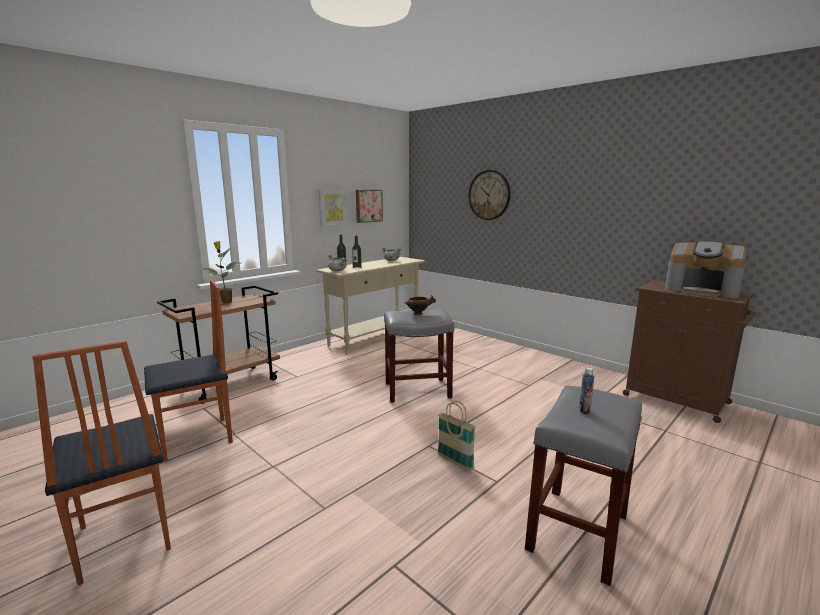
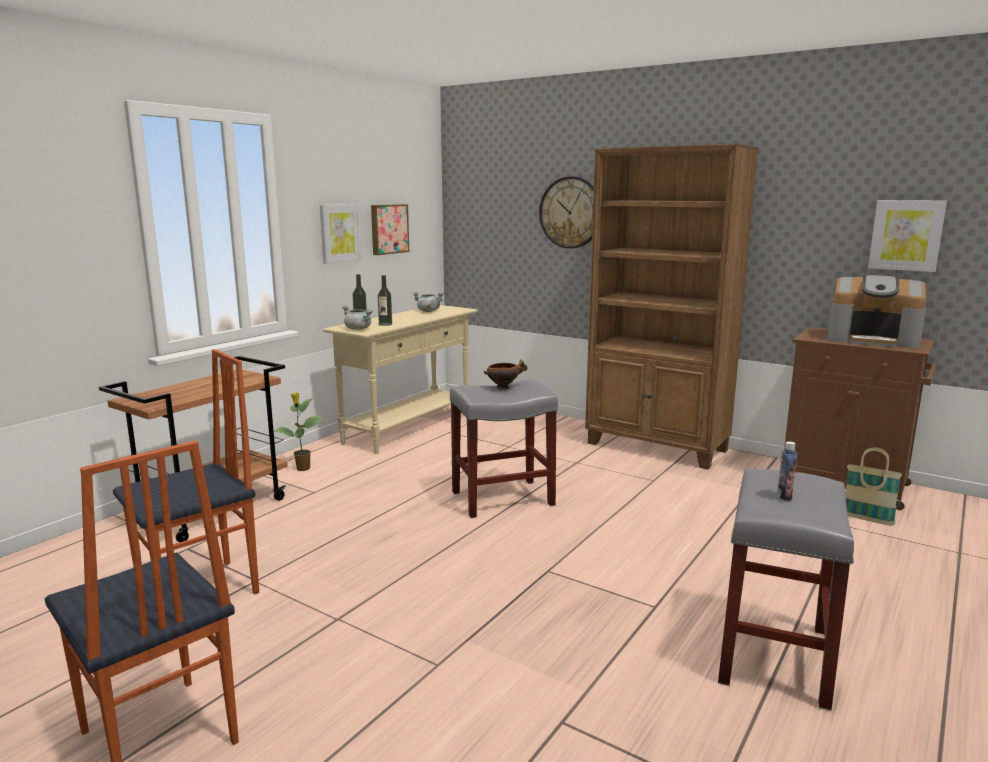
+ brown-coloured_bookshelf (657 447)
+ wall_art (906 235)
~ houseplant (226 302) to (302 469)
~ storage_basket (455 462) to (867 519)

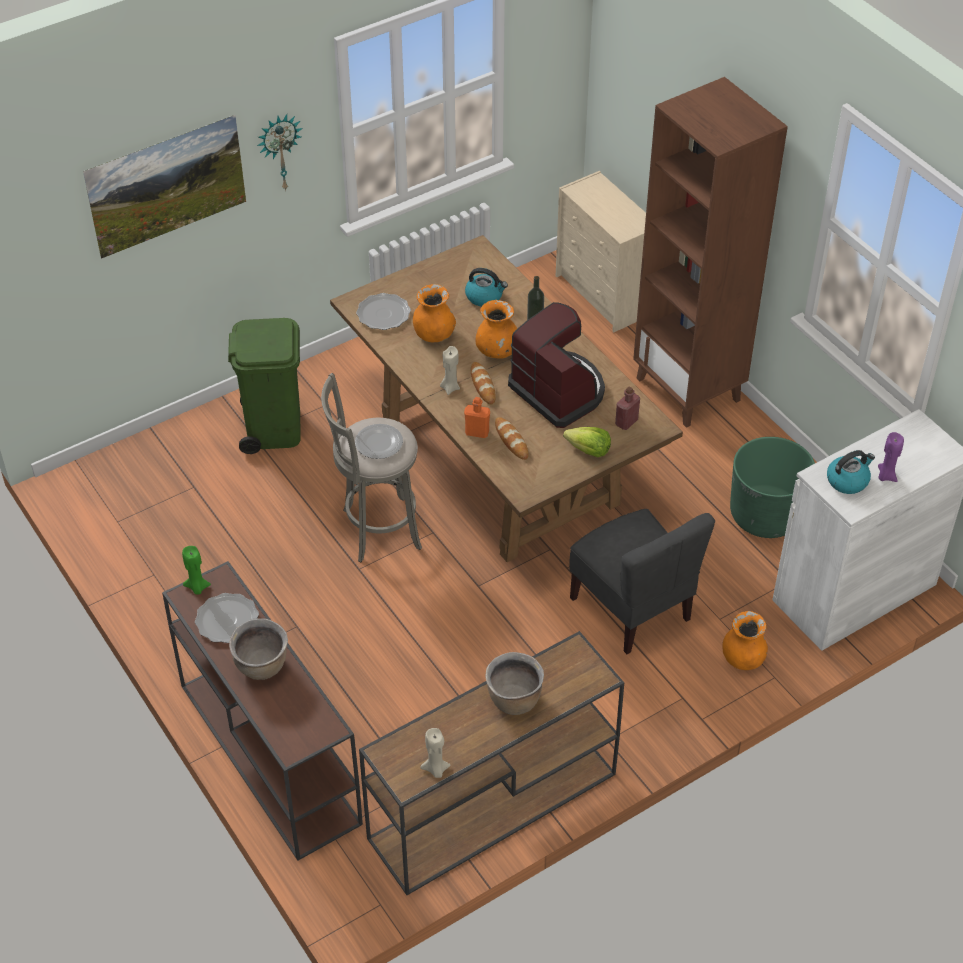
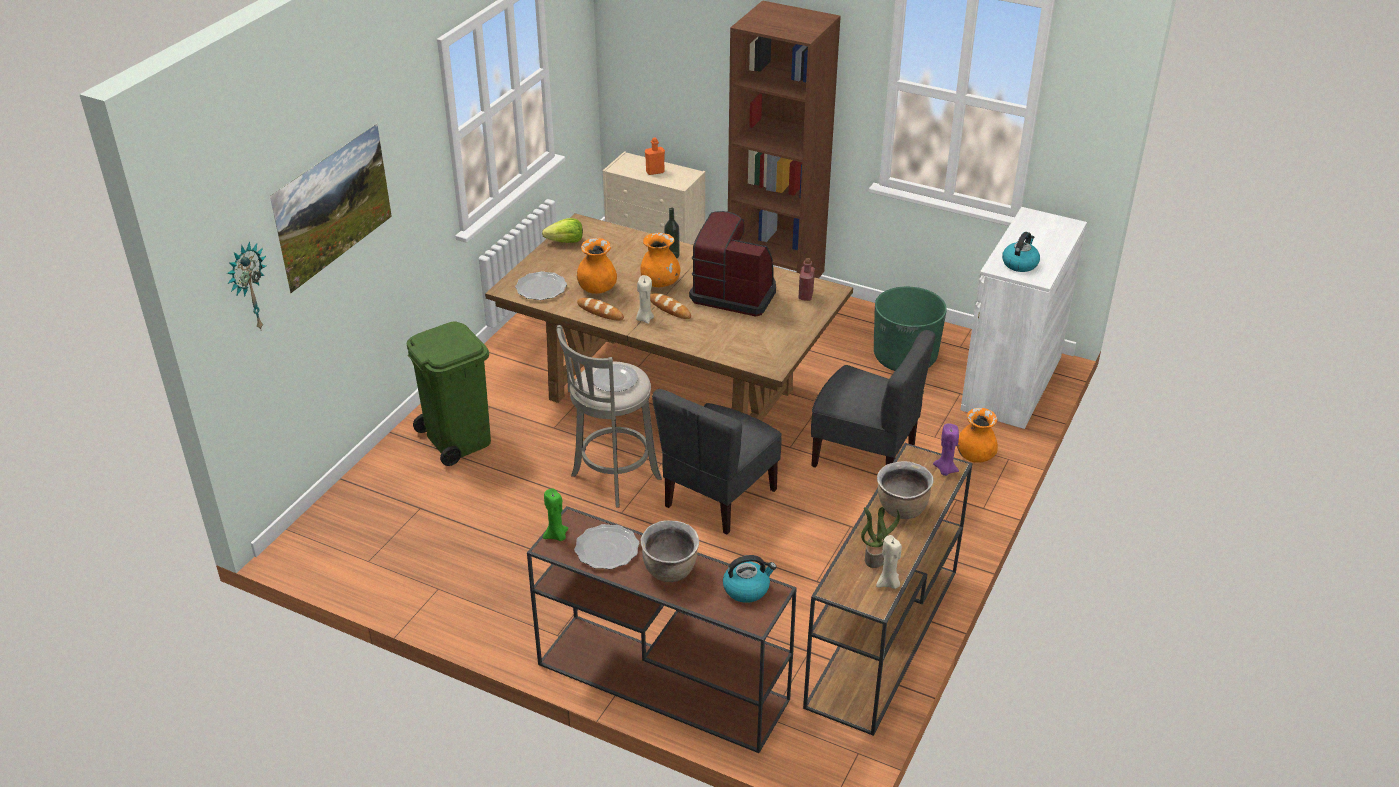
+ greyish_upright_chair (718 498)
+ houseplant (876 556)
~ wall_clock (279 151) to (248 287)
~ orange_bottle (477 432) to (655 172)
~ tea_kettle (484 296) to (747 588)
~ bakery_bread (511 440) to (600 312)
~ lettuce (588 450) to (565 242)
~ purplish_candle (886 476) to (945 470)

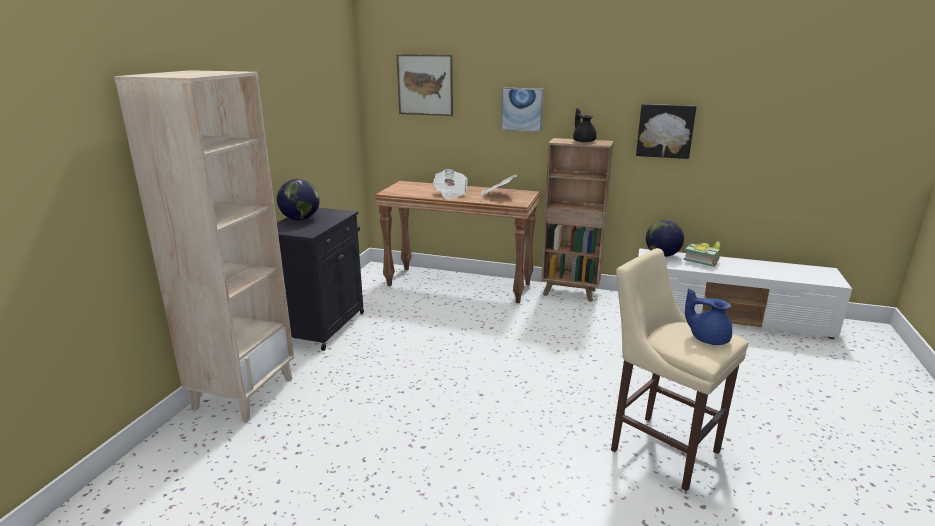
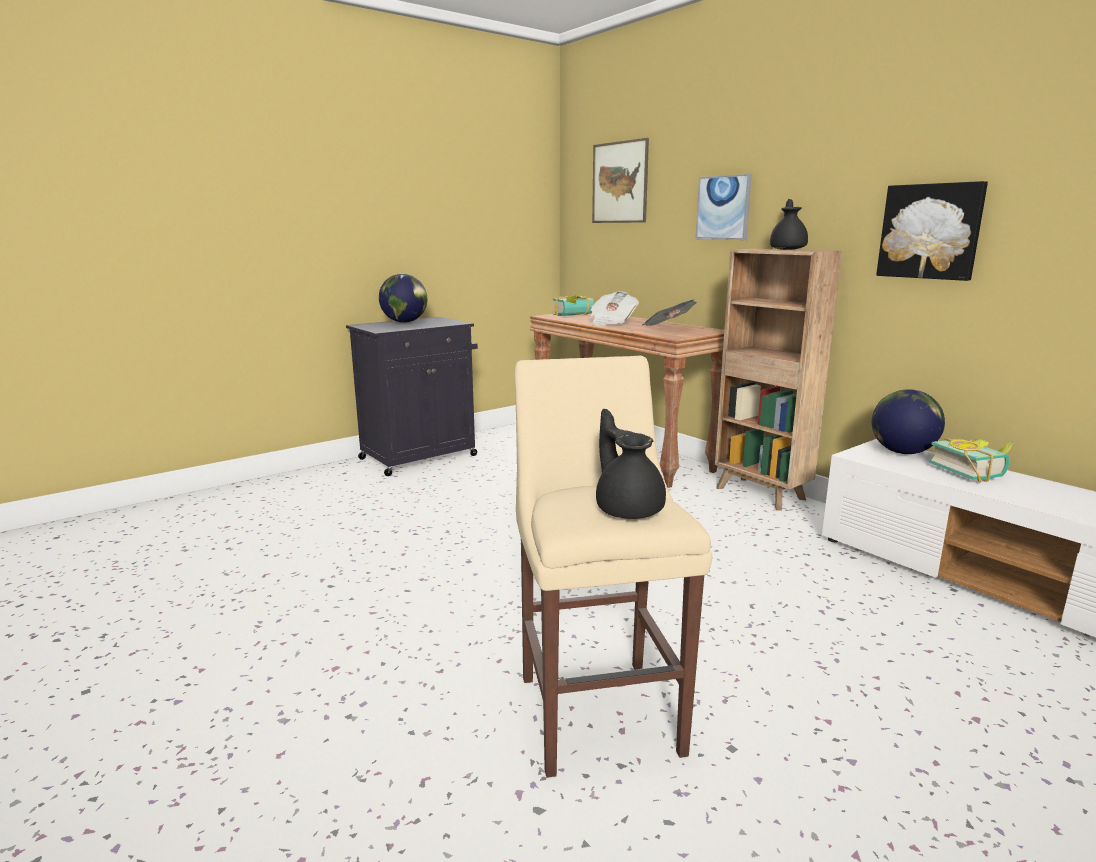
- beige-coloured_bookshelf (244 393)
+ bound_book (575 315)
~ bluish_teapot (707 338) to black_teapot (628 509)

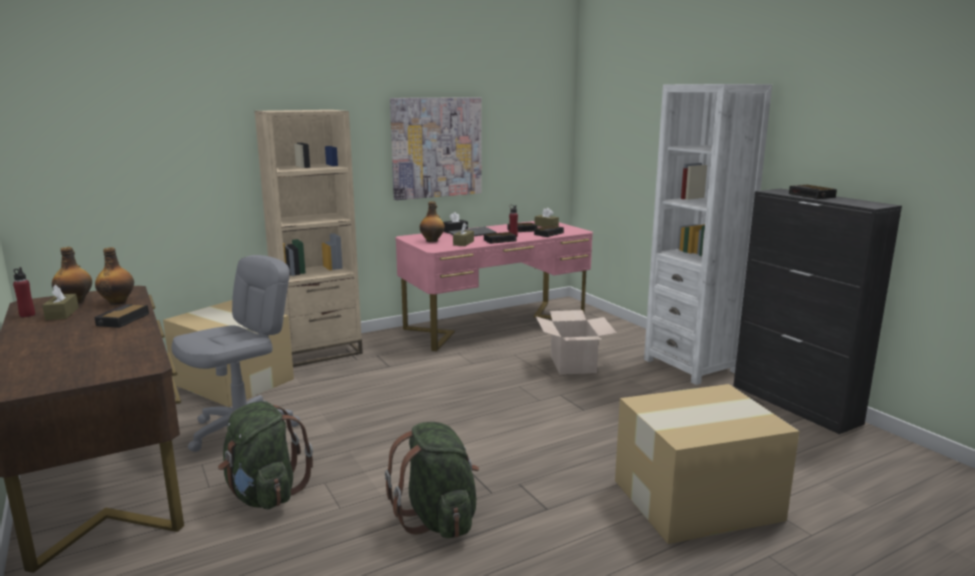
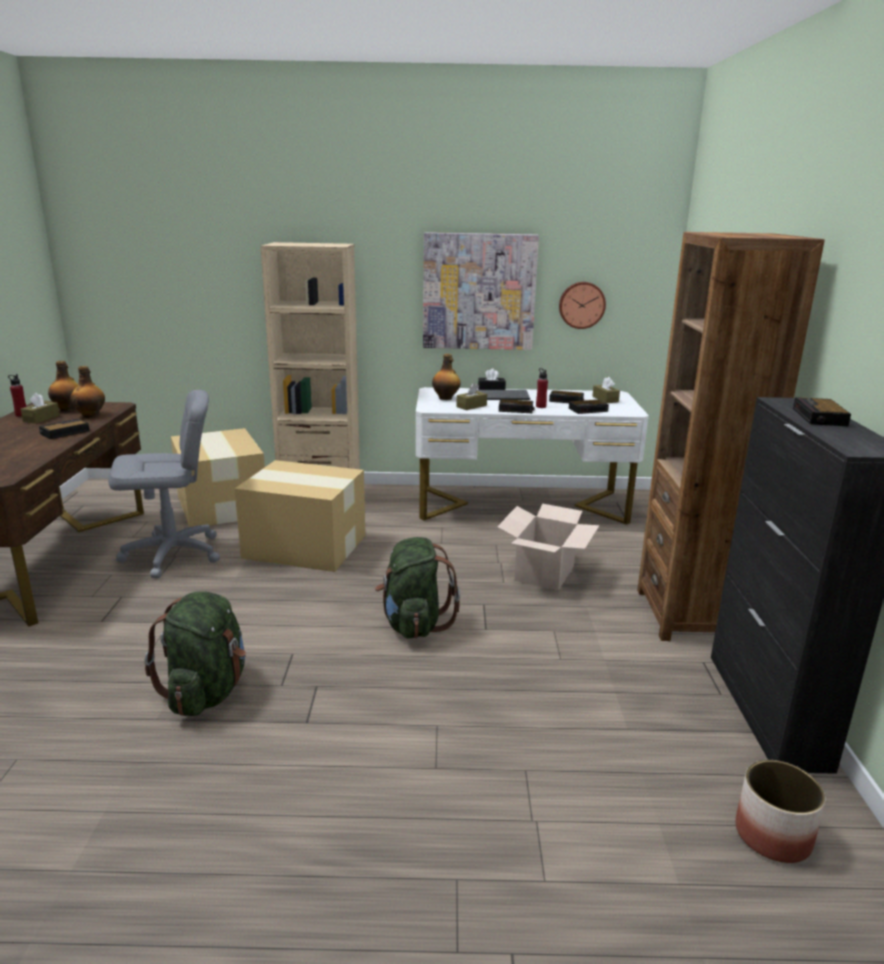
+ wall_clock (581 305)
+ planter (772 835)
~ green_rucksack (264 495) to (414 624)
~ carton (694 499) to (304 546)
~ pinkish_desk (495 324) to white_desk (521 505)
~ white_bookshelf (691 366) to brown-coloured_bookshelf (688 615)

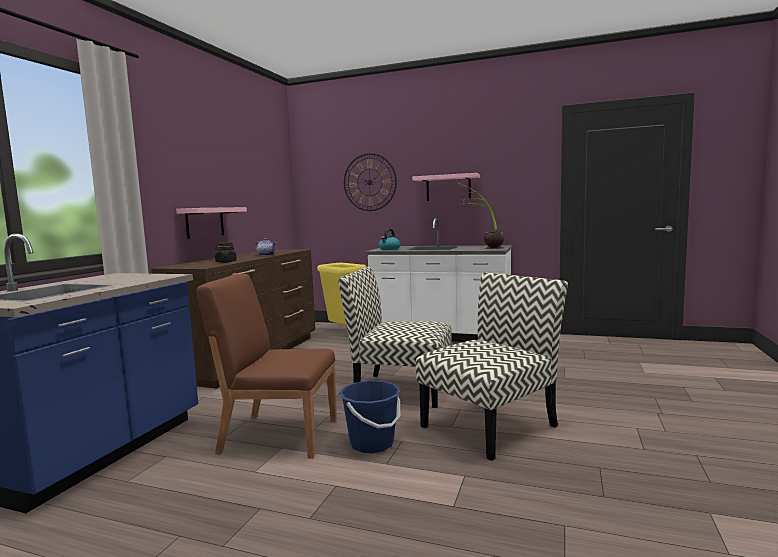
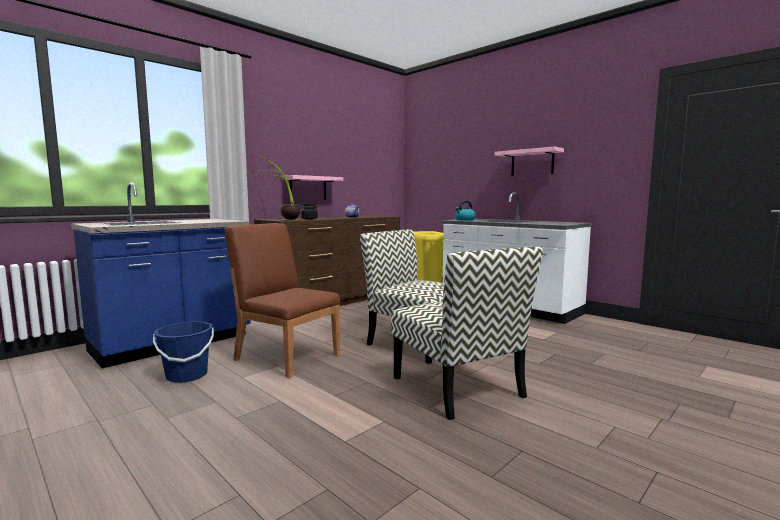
- wall_clock (369 182)
~ bluish_bucket (372 443) to (187 375)
~ houseplant (482 248) to (281 219)
~ upright_chair (490 425) = (458 387) 75 degrees clockwise

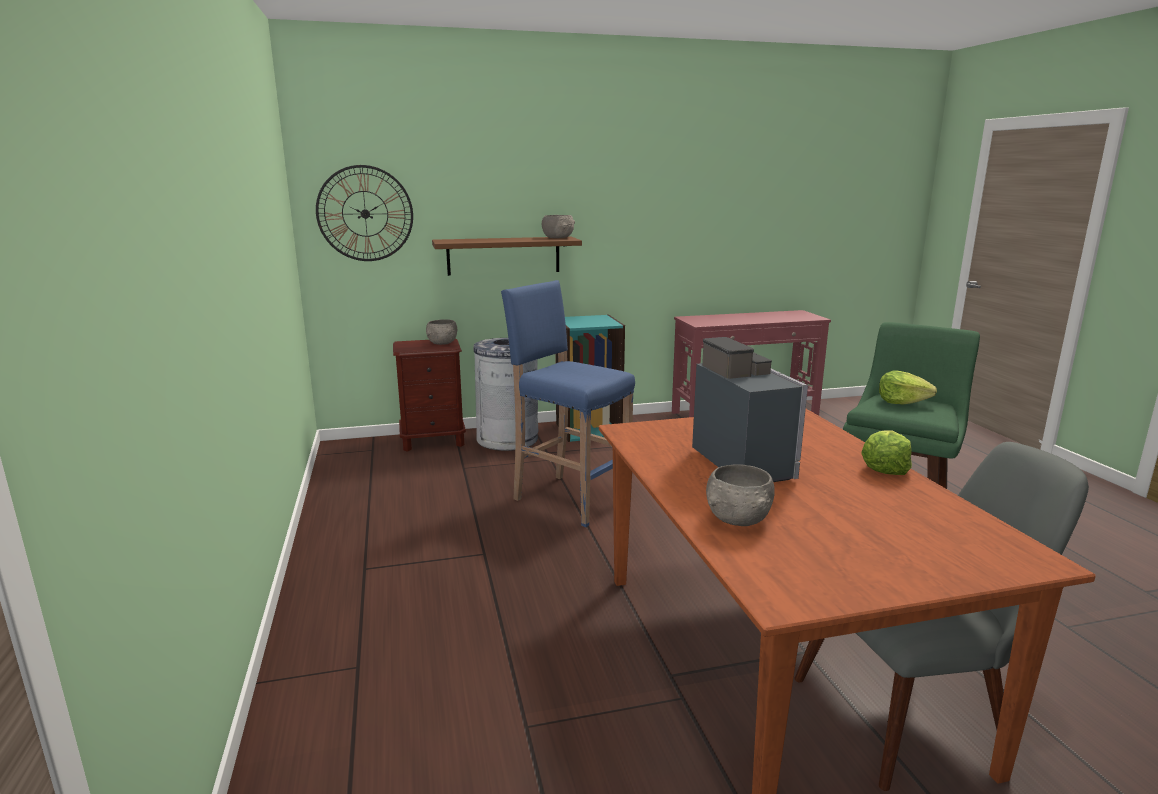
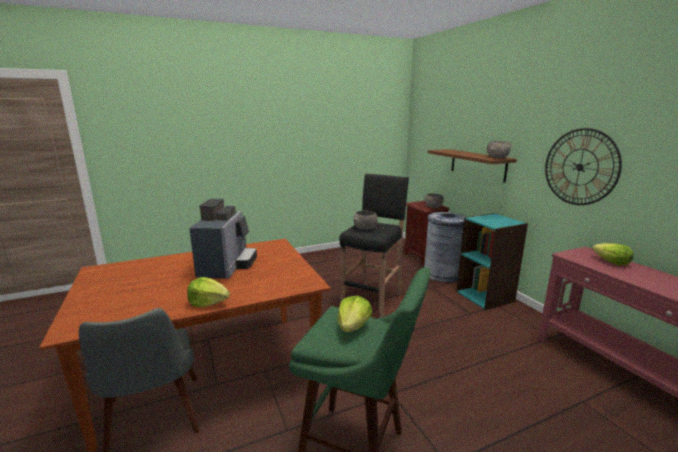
+ lettuce (611 262)
~ wall_clock (365 213) to (580 167)
~ greyish_bowl (738 518) to (365 228)
~ bluish_stool_seat (569 499) to black_stool_seat (372 300)
~ coffee_brewer (746 462) = (227 267) 60 degrees counterclockwise

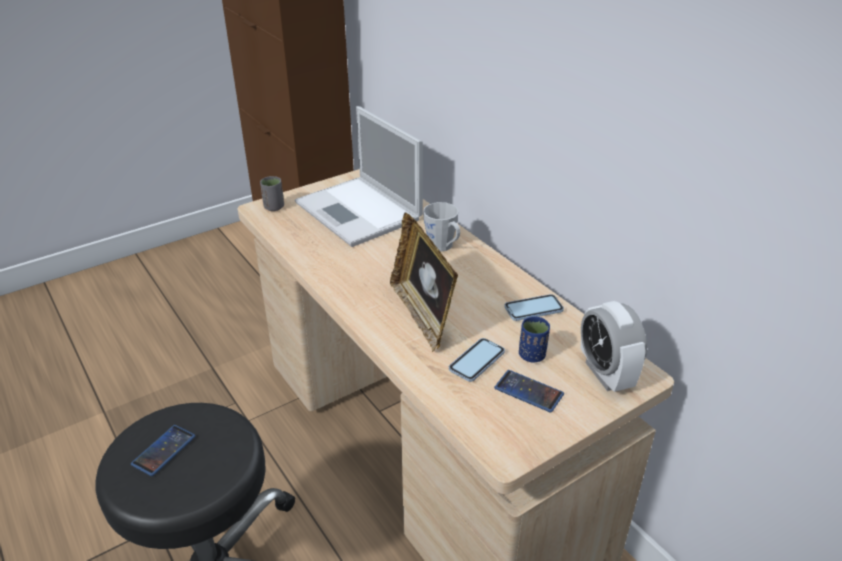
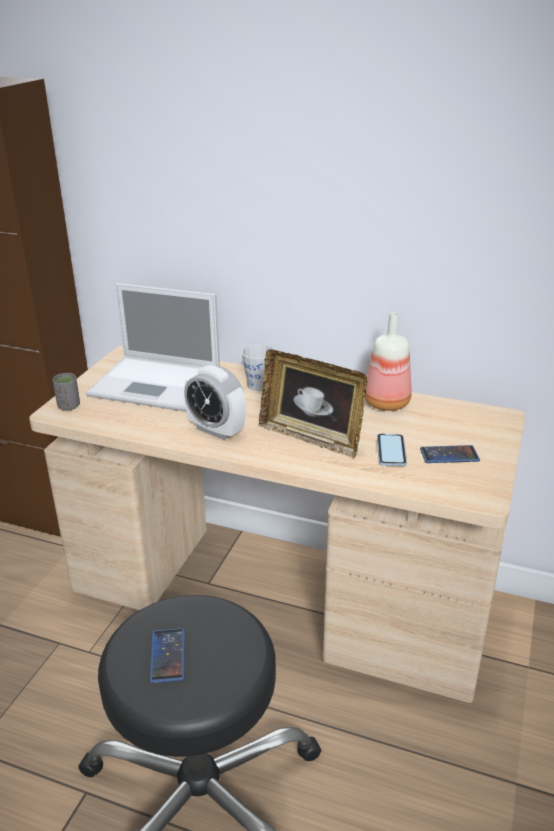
- bluish_small_cup (532 355)
~ table_clock (605 374) to (216 430)
~ phone (533 309) to bottle (385 403)

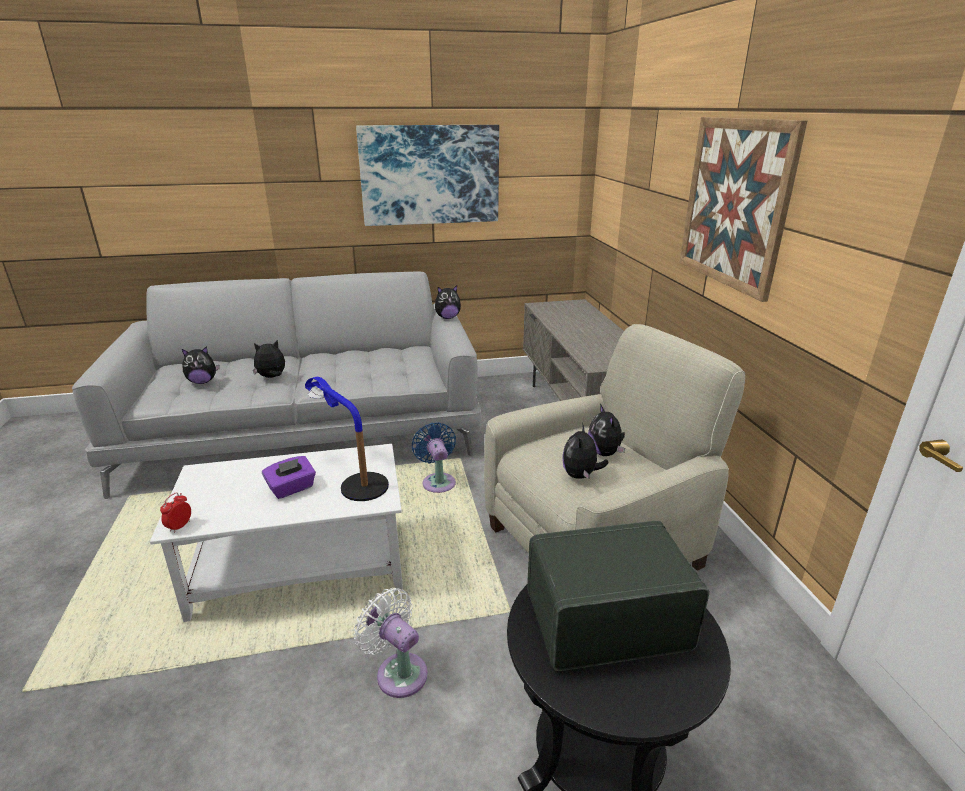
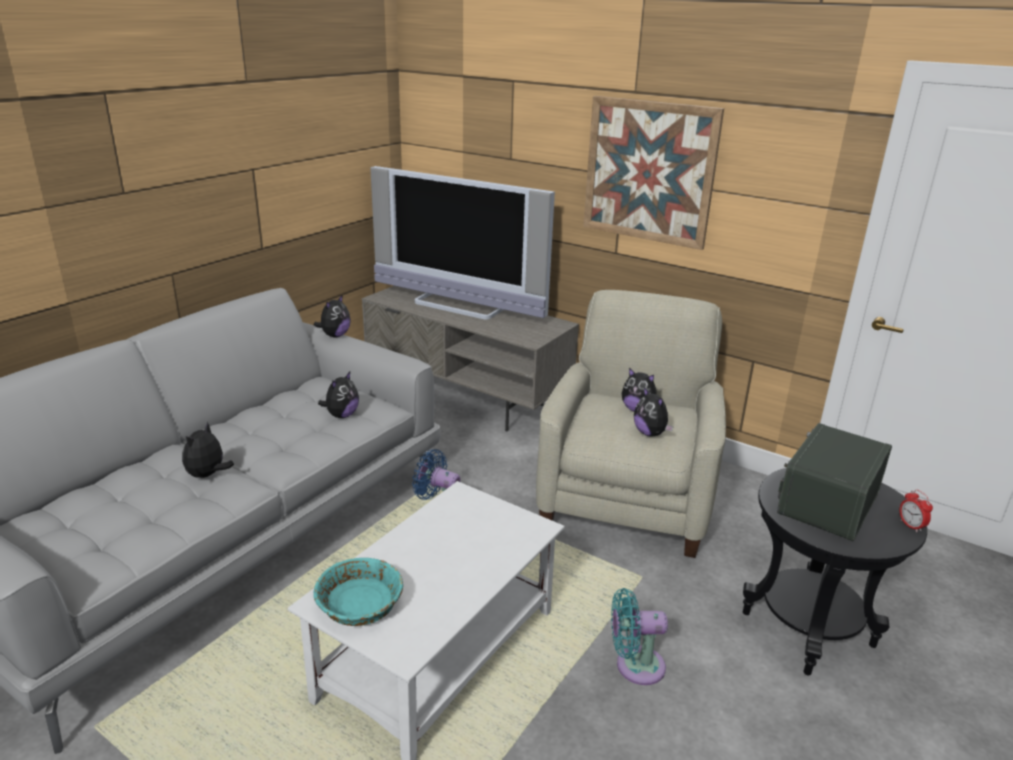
- purplish_tissue_holder (292 488)
- tabletop_lamp (352 476)
- wall_art (430 175)
+ turquoise_bowl (360 605)
+ TV_set (459 306)
~ table_clock (180 526) to (910 526)
~ soft_toy (202 382) to (341 415)
~ white_electric_fan (398 671) to turquoise_electric_fan (635 665)

